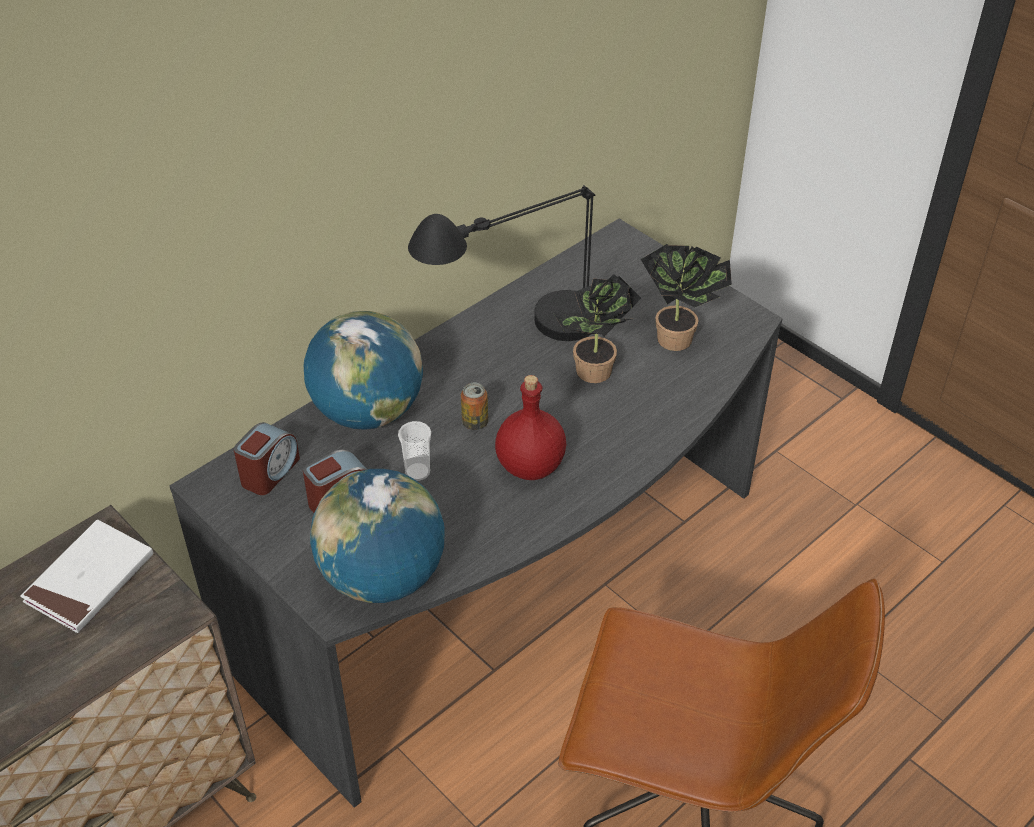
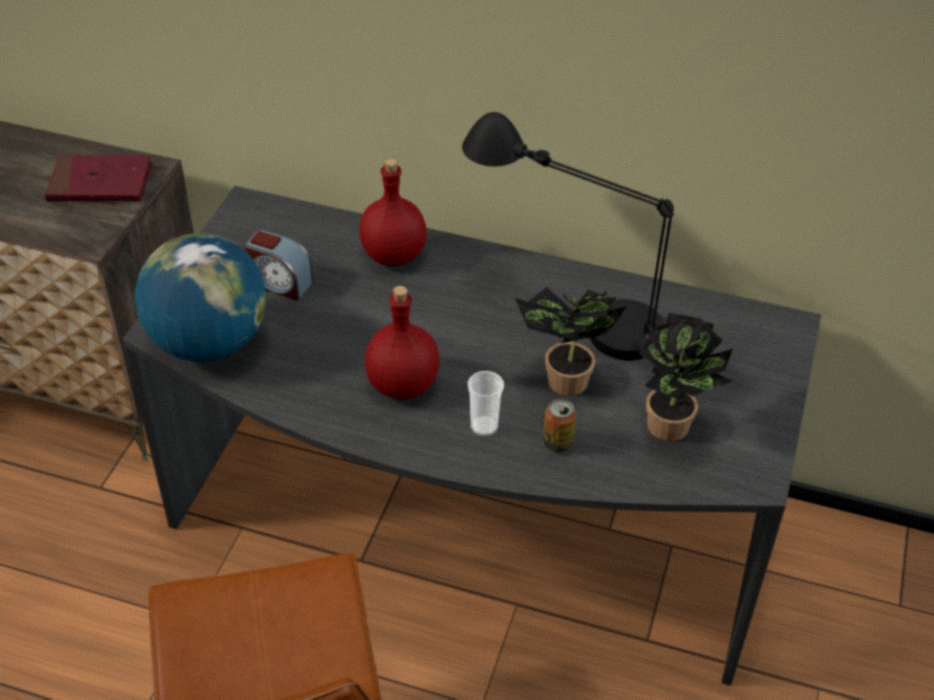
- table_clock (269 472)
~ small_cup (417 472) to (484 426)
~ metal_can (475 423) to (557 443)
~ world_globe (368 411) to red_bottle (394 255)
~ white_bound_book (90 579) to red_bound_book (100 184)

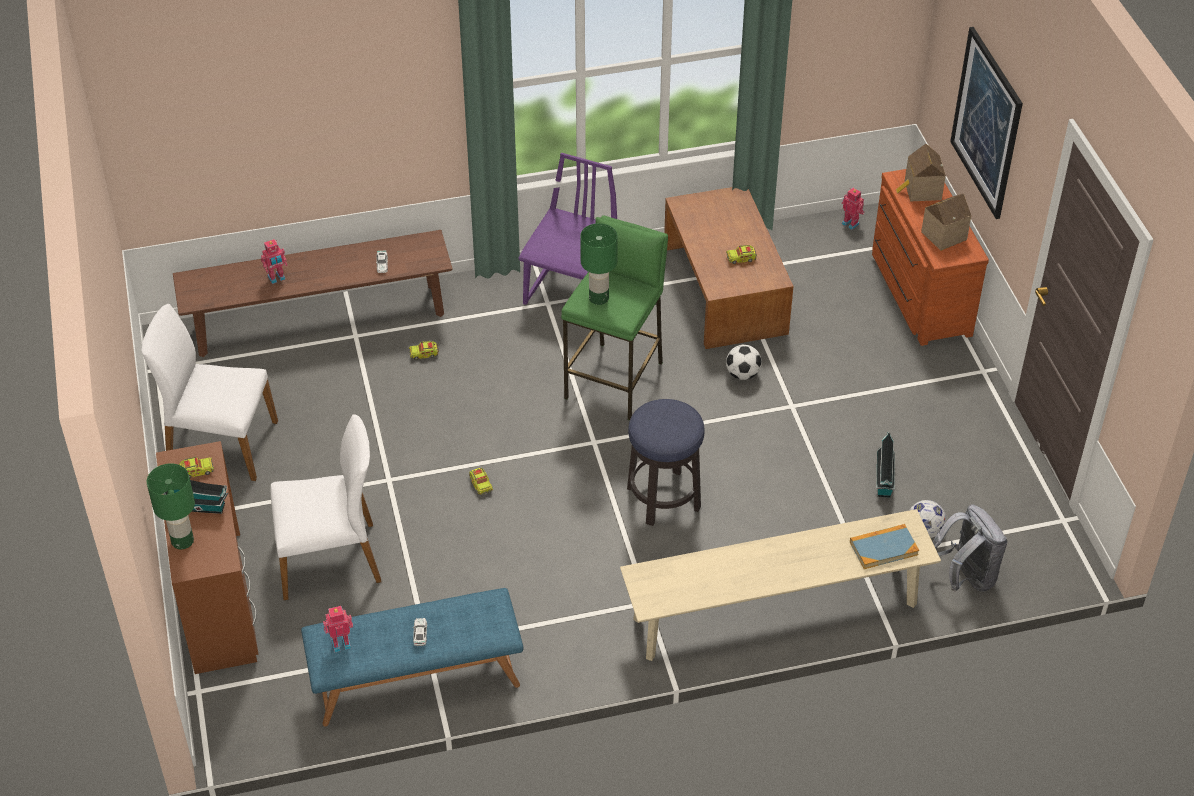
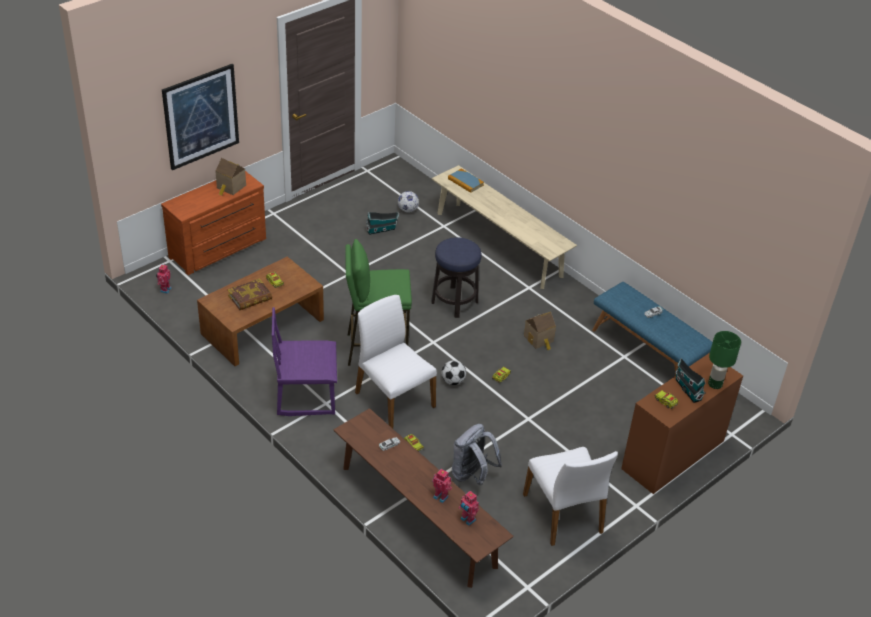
- green_tabletop_lamp (598 298)
+ bound_book (250 297)
~ white_upright_chair (330 559) to (393 399)
~ toy_robot (340 643) to (467 520)
~ football_ball (742 374) to (453 381)
~ toy_house (920 191) to (539 339)
~ greyish_rucksack (965 577) to (472 475)

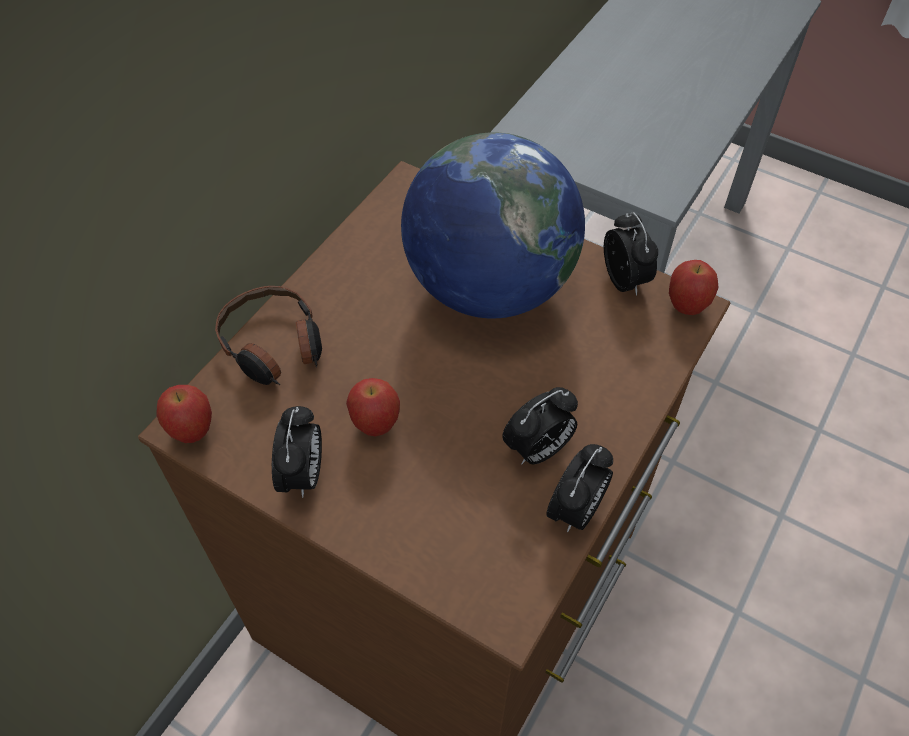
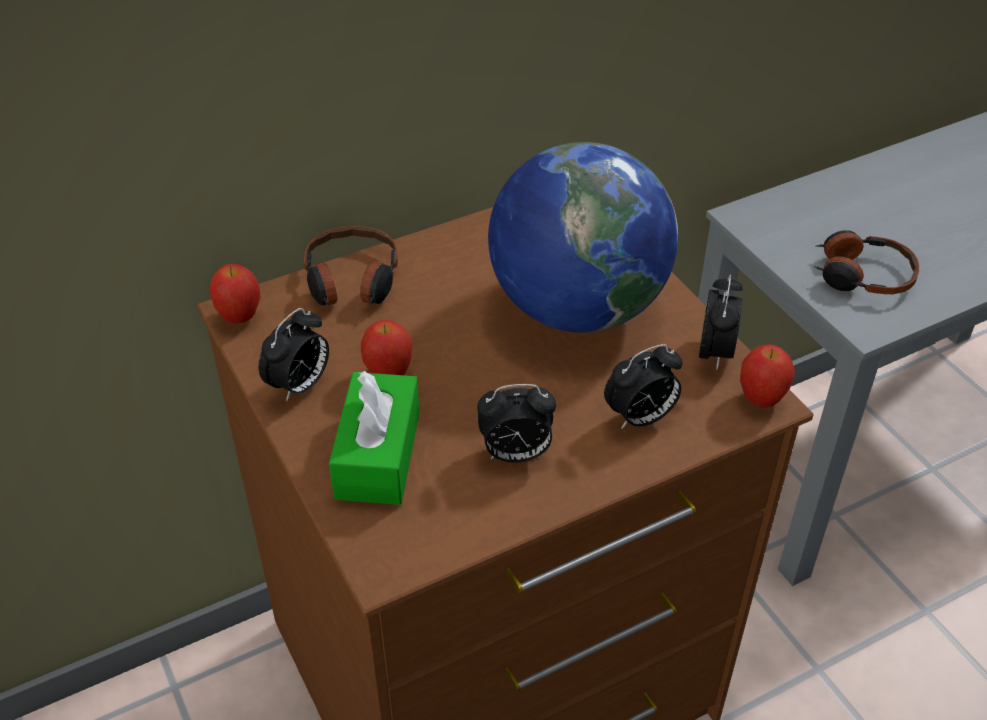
+ green_tissue_holder (378 455)
+ pair_of_headphones (862 276)
~ table_clock (576 511) to (640 418)

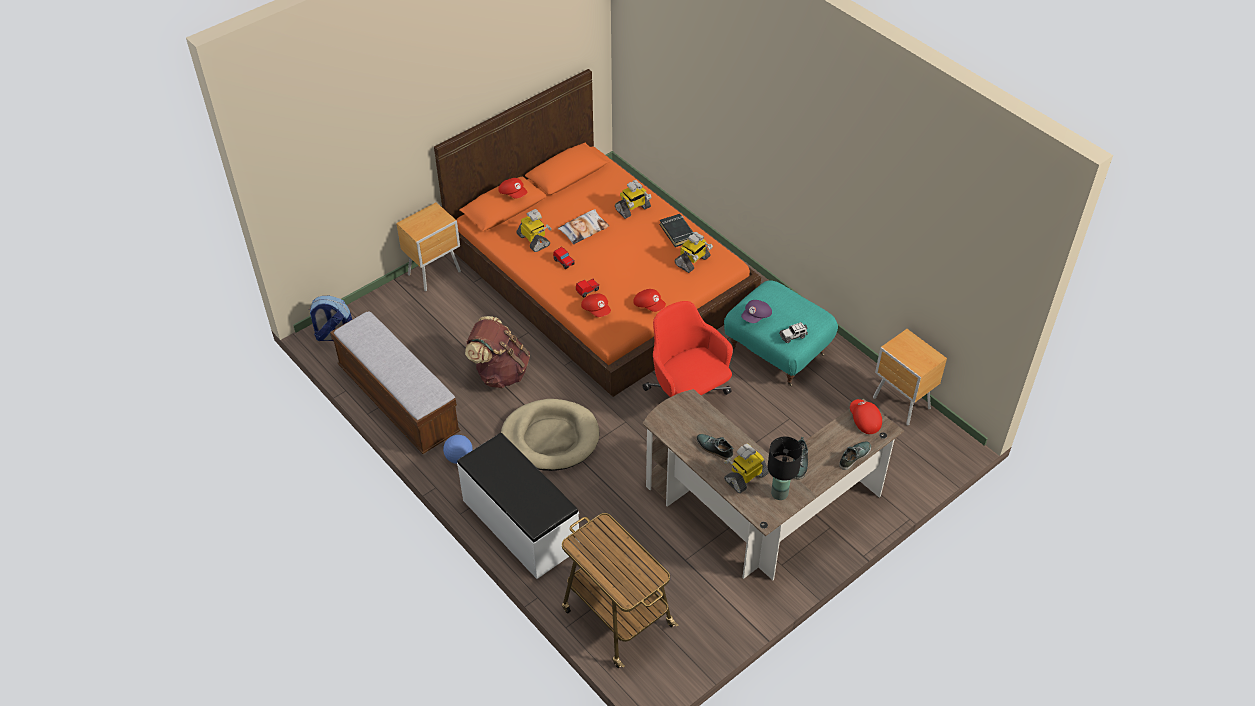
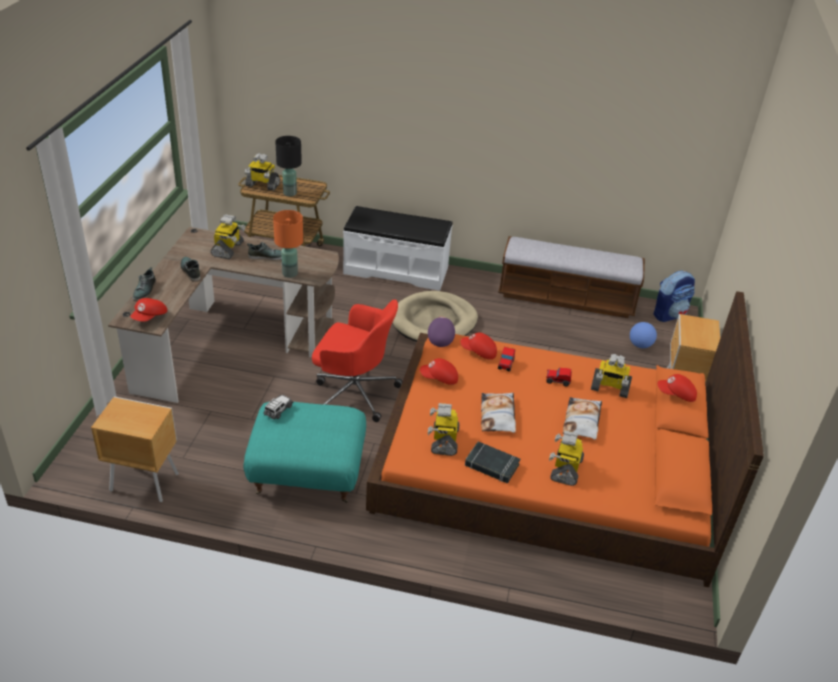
- brown-coloured_rucksack (500 372)
+ toy_robot (262 185)
+ orange_tabletop_lamp (289 273)
+ pillow (498 416)
~ football_ball (459 458) to (640 345)
~ purplish_peaked_cap (756 317) to (440 336)
~ black_tabletop_lamp (779 493) to (290 193)
~ red_peaked_cap (864 420) = (150 317) 90 degrees clockwise

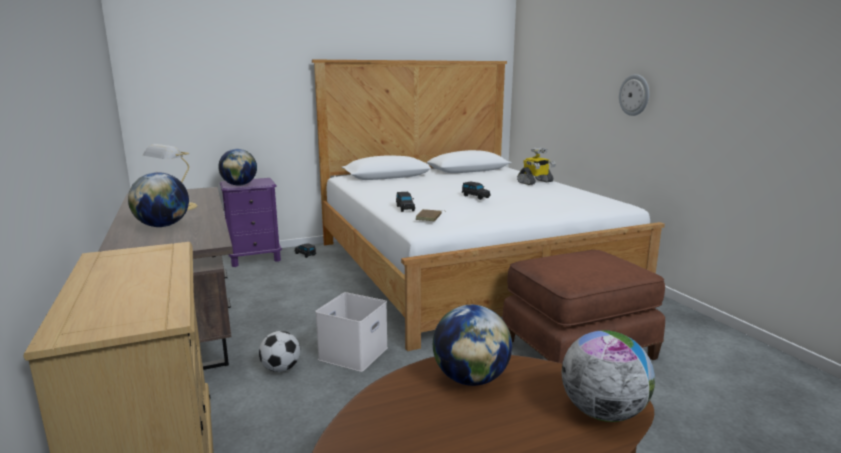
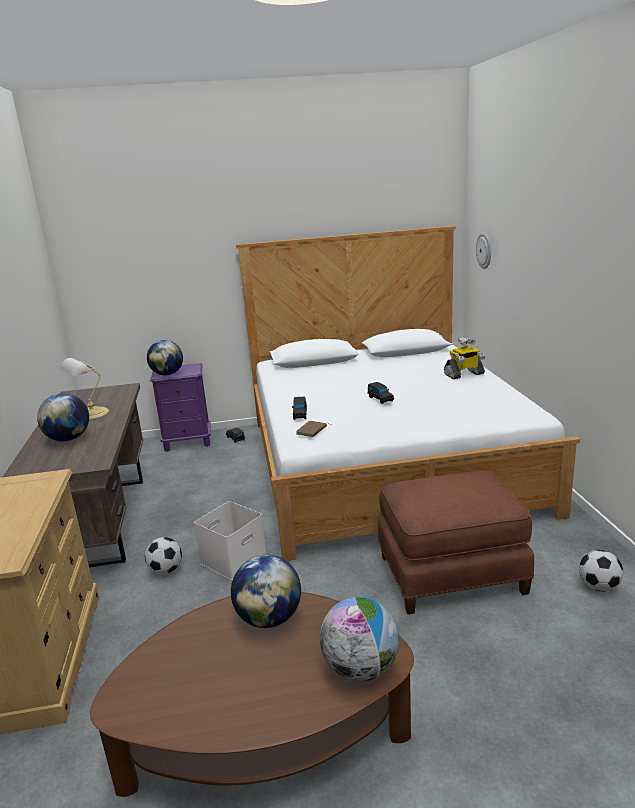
+ football_ball (598 586)
~ wall_clock (634 95) to (484 250)

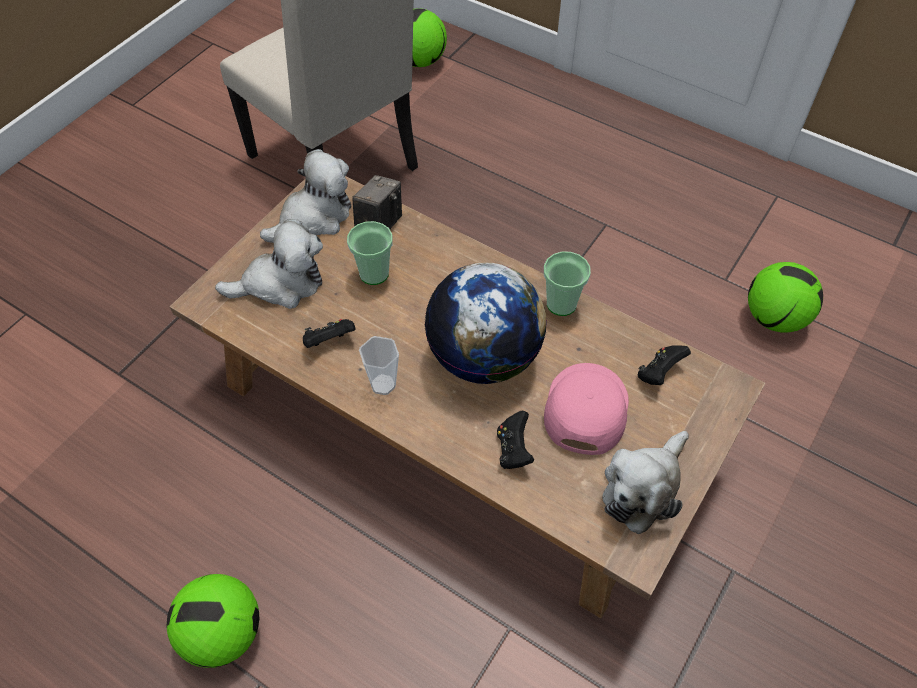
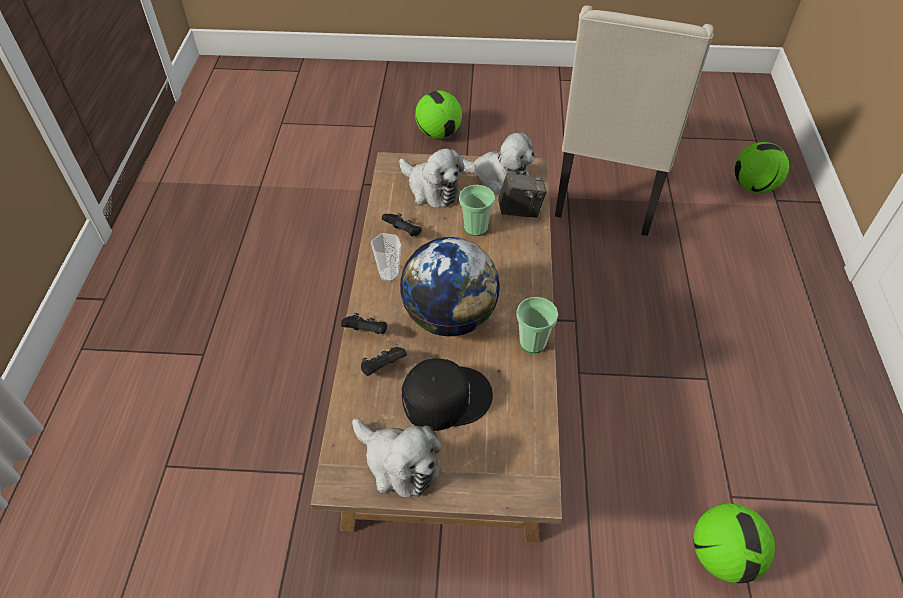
~ football_ball (222 633) to (438 133)
~ black_game_controller (659 373) to (367 332)
~ pinkish_peaked_cap (584 409) to black_peaked_cap (445 397)
~ soft_toy (643 488) = (398 463) 150 degrees counterclockwise

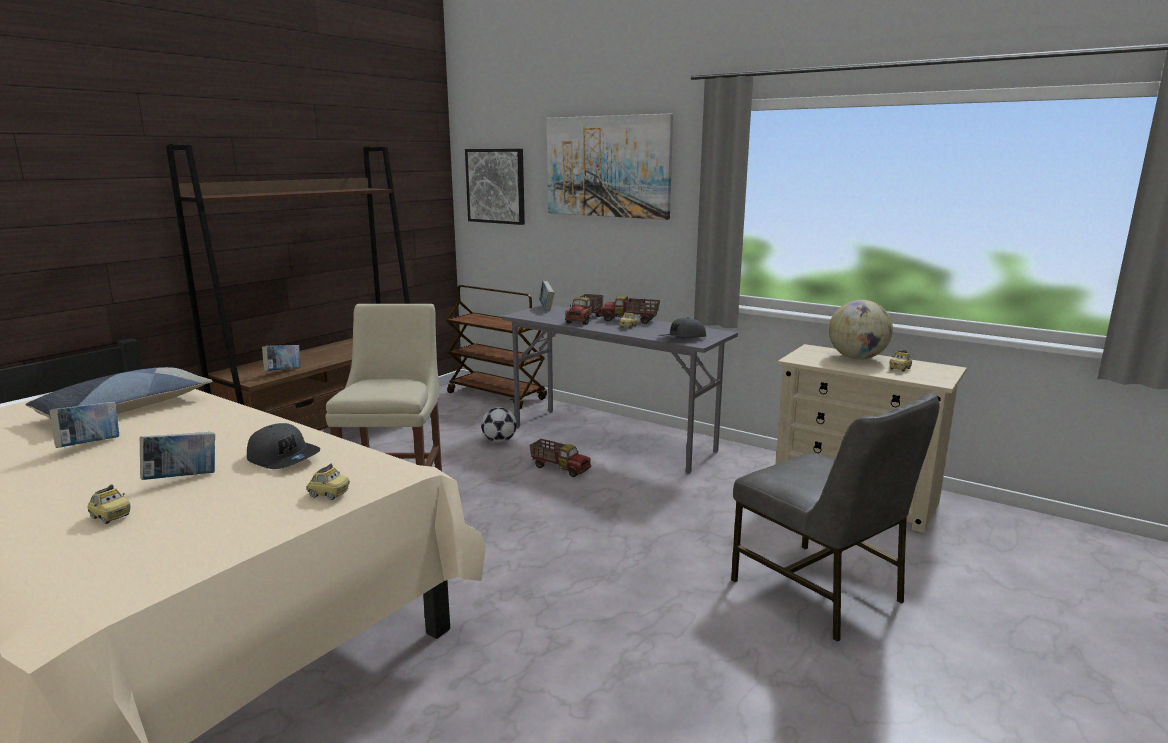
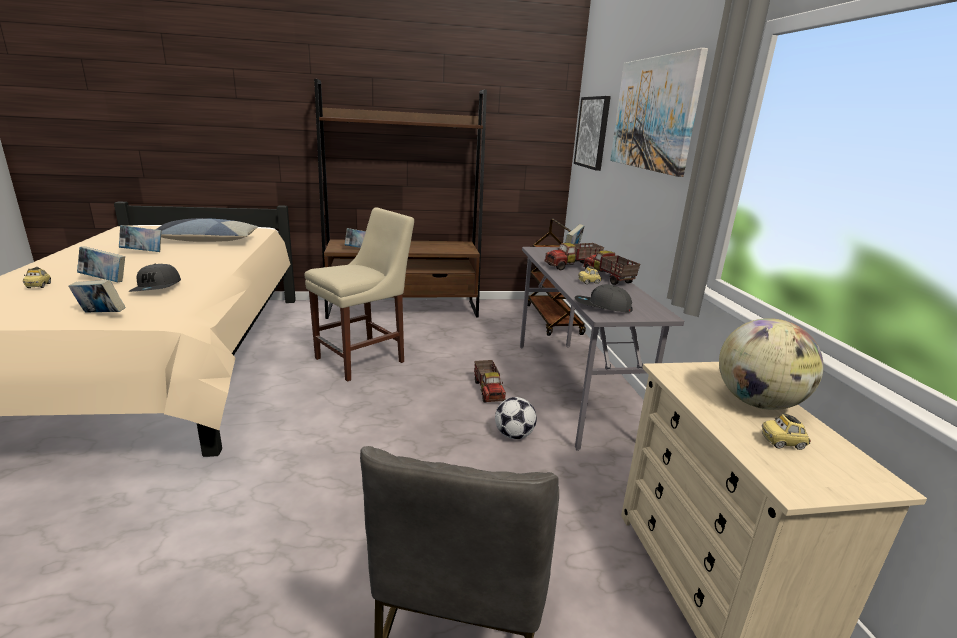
~ football_ball (499 441) to (514 435)
~ toy_car (328 494) to bound_book (101 315)

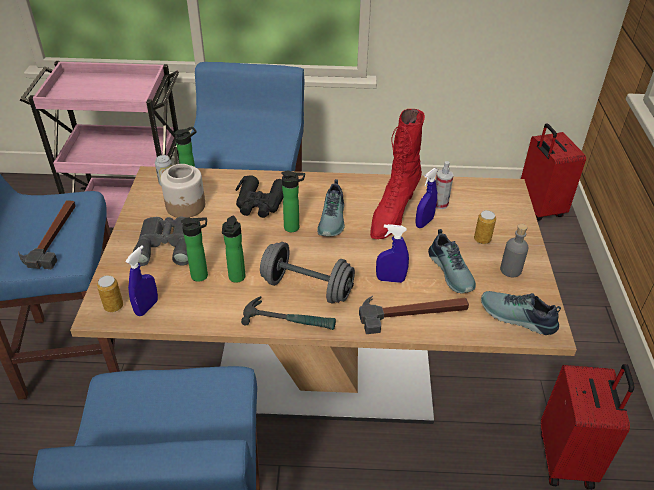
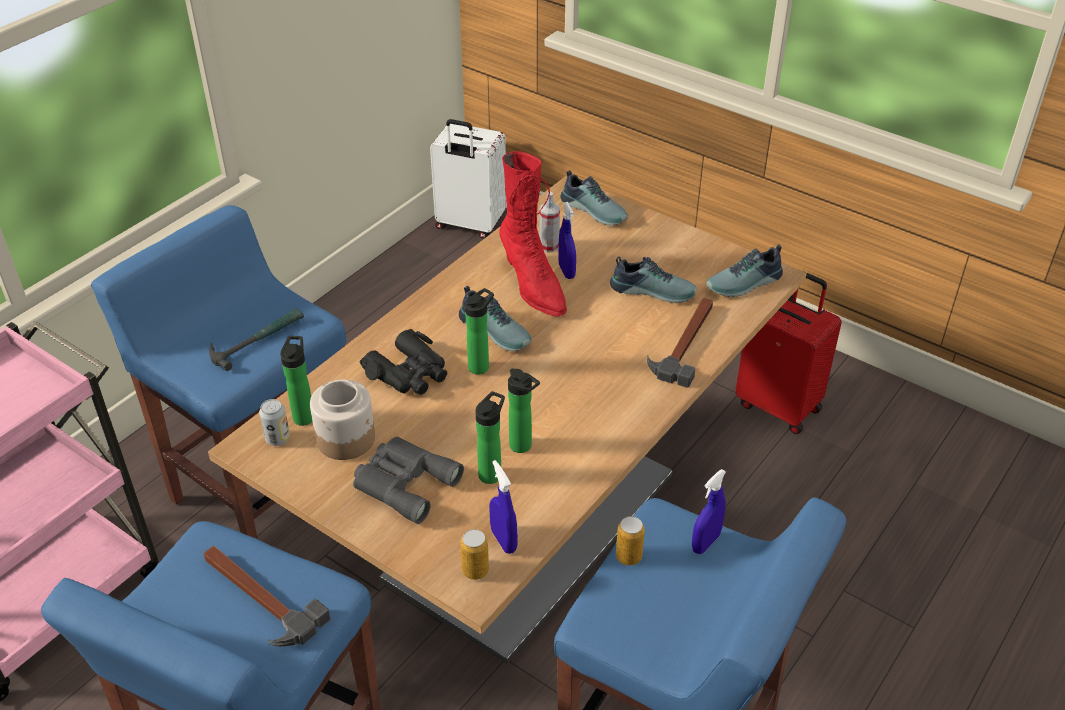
- greyish_dumbbell (307 288)
- greyish_bottle (510 270)
+ item_of_footwear (595 210)
~ tool_hammer (289 320) to (257 340)
~ bluish_sprayer (390 279) to (705 543)
~ metal_can (482 239) to (628 557)
~ red_piece_of_luggage (538 208) to white_piece_of_luggage (469 225)

